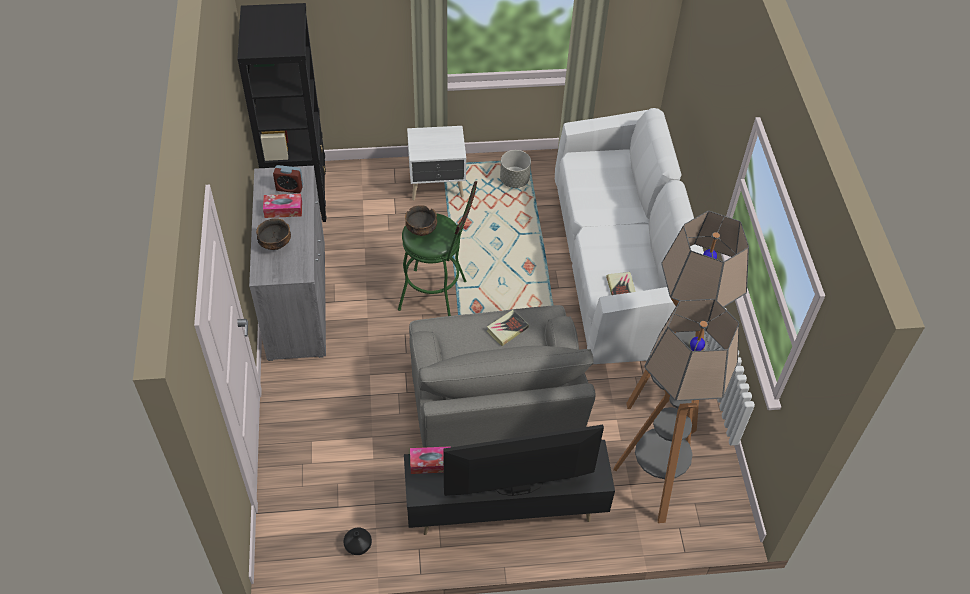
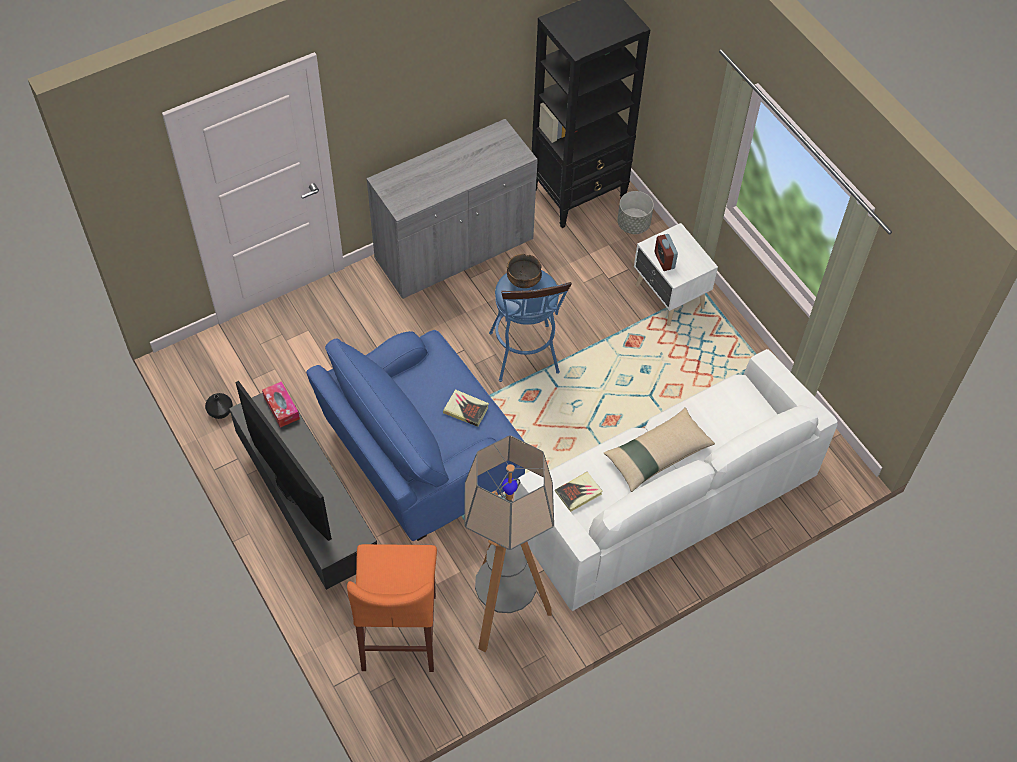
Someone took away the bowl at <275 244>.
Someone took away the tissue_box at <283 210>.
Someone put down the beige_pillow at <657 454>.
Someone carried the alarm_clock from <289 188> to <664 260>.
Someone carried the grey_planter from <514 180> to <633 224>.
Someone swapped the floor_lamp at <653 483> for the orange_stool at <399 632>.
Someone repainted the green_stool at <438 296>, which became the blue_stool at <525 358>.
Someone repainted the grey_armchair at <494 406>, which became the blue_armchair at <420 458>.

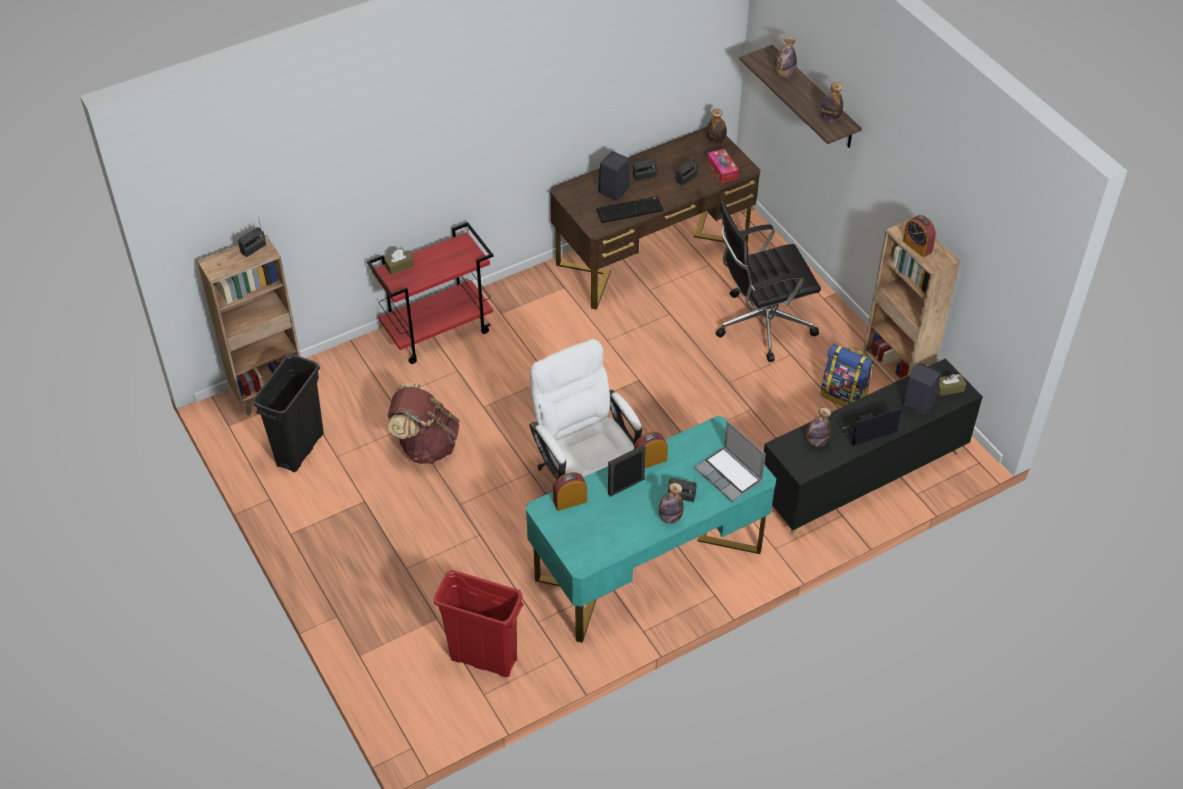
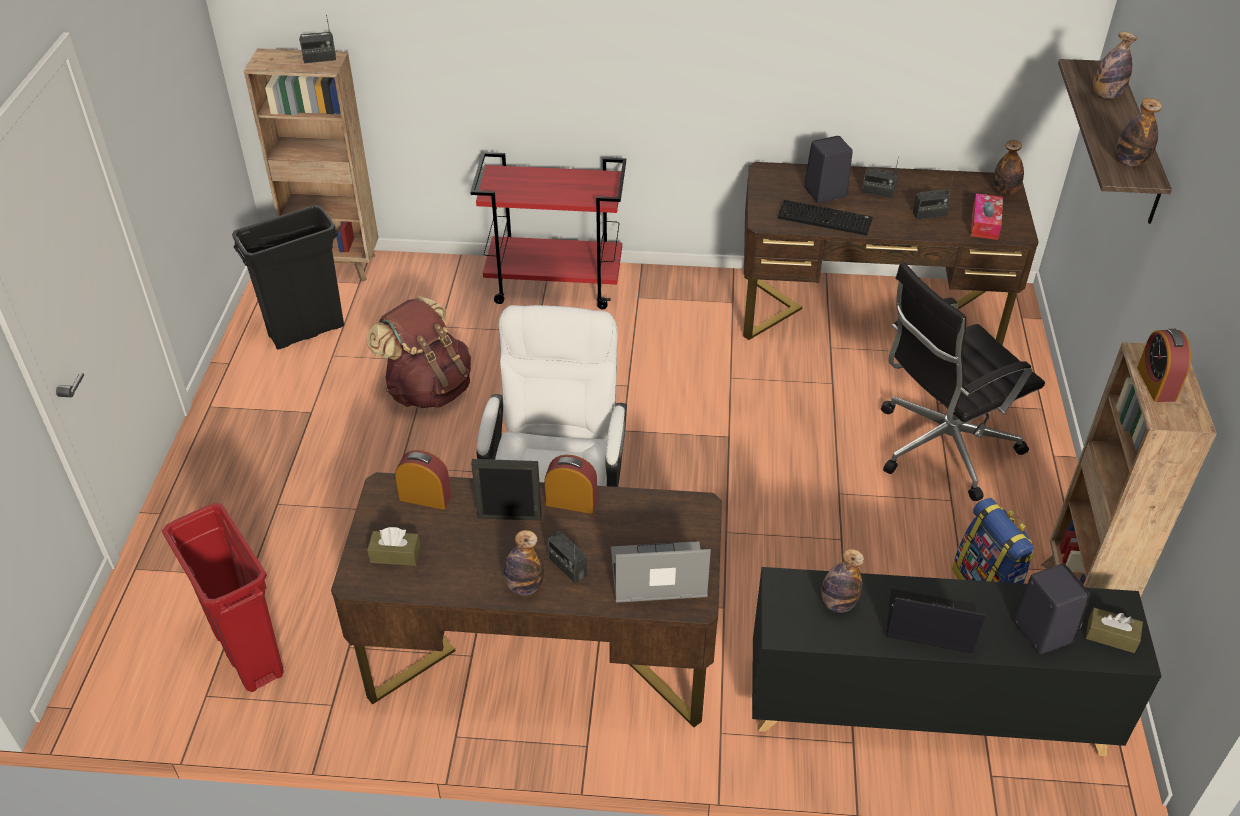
Someone carried the brown_tissue_box from <399 266> to <395 555>.
Someone repainted the turquoise_desk at <648 564>, which became the brown_desk at <541 656>.
Someone rotated the laptop at <729 475> by 90 degrees clockwise.
Someone rotated the black_office_chair at <761 324> by 45 degrees counterclockwise.

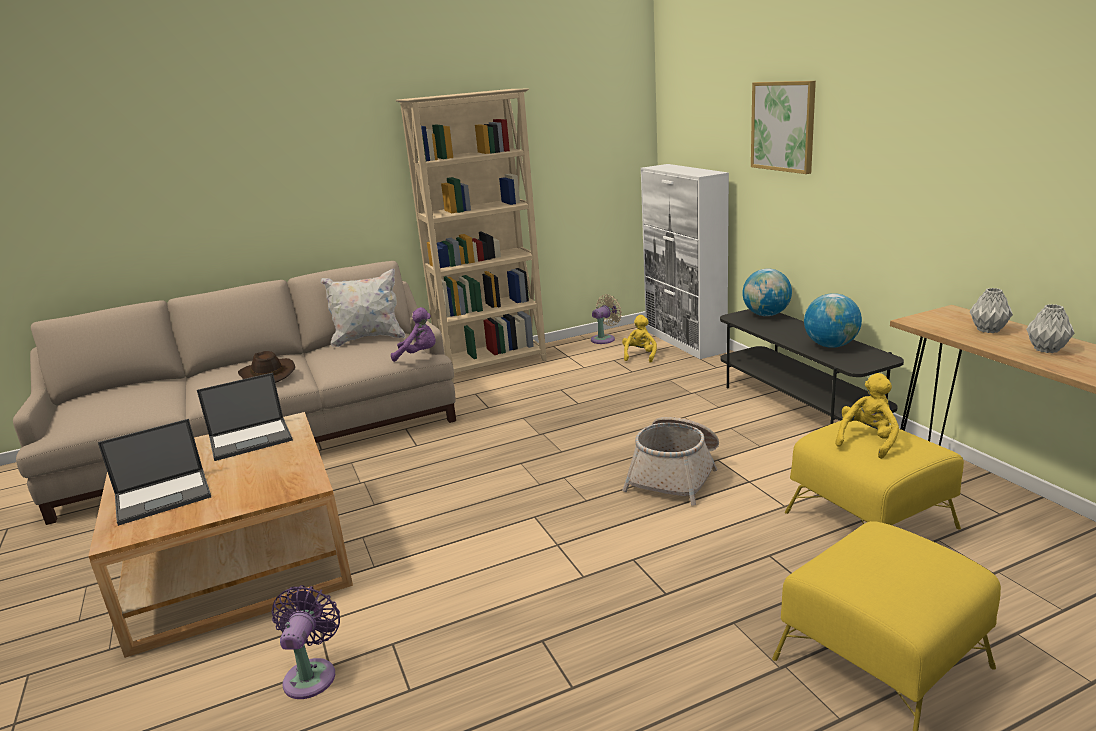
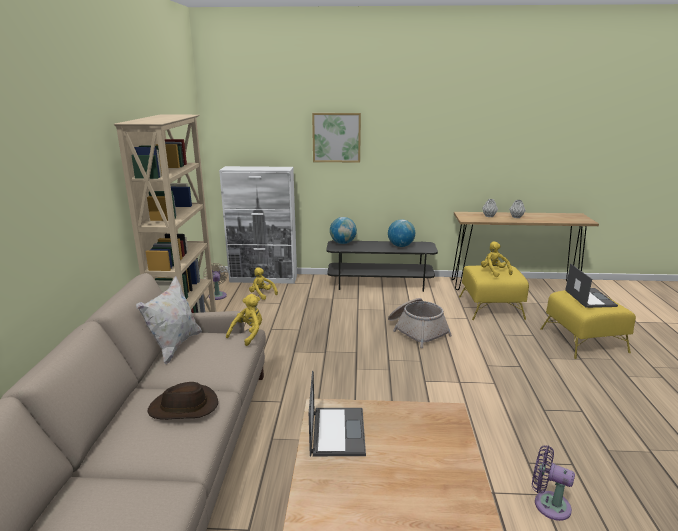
Someone carried the laptop from <164 496> to <589 298>.
Someone repainted the purple_plush_toy at <418 355>, which became the yellow_plush_toy at <248 334>.

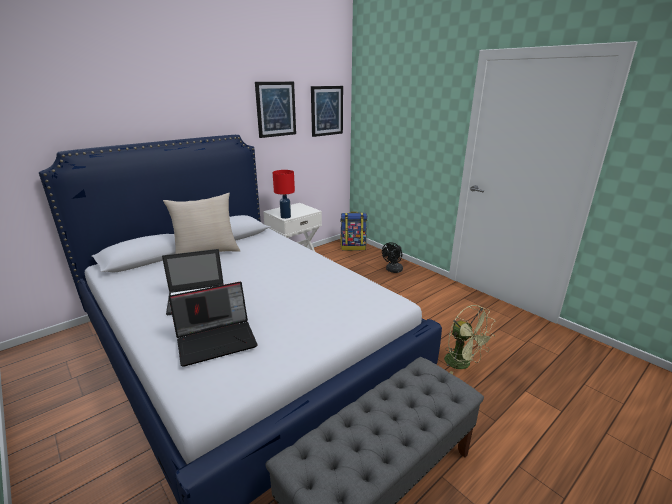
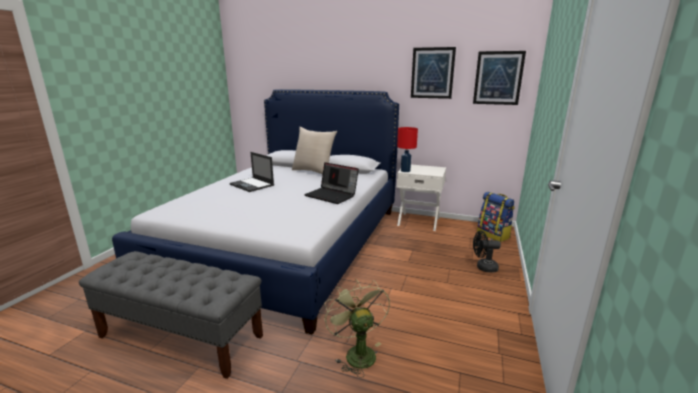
Someone carried the laptop from <217 339> to <332 195>.
Someone rotated the green_fan at <462 364> by 135 degrees clockwise.

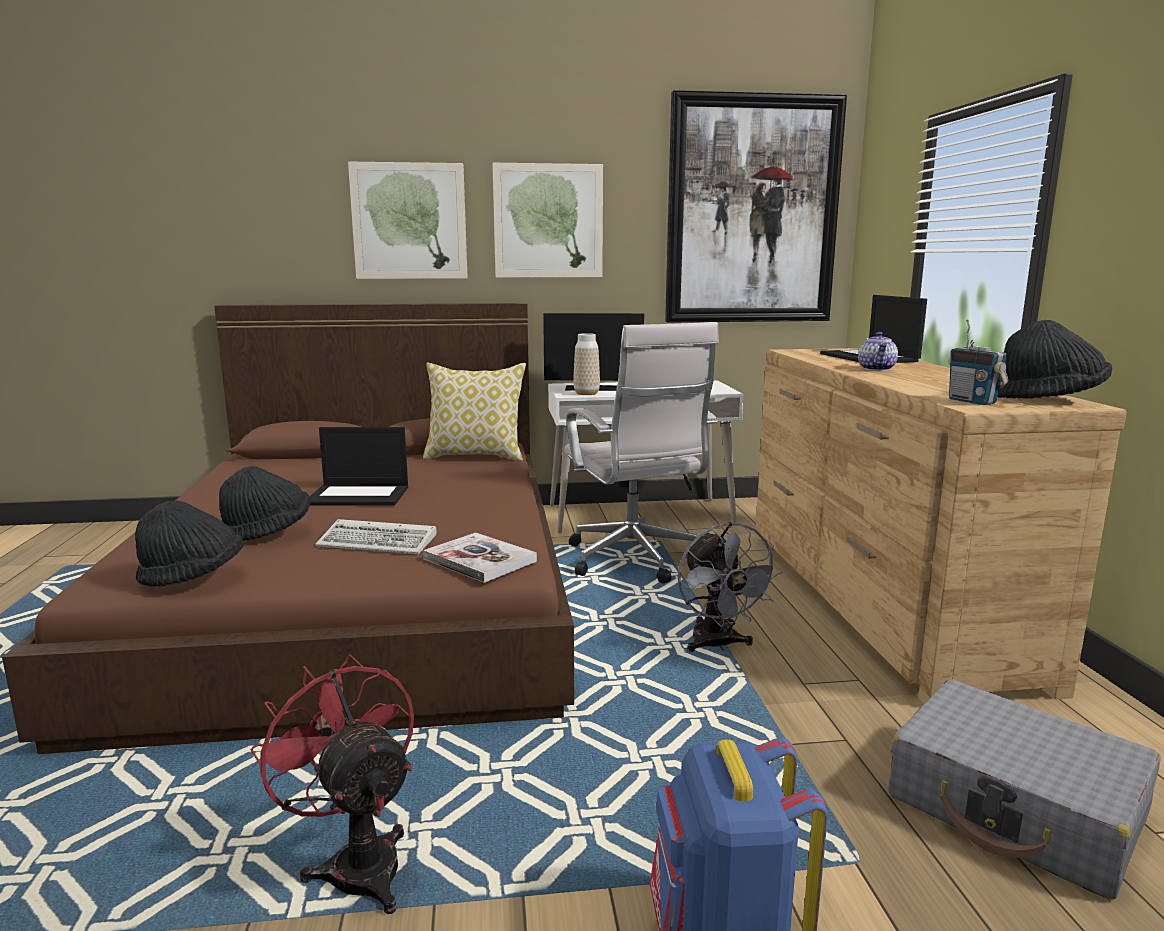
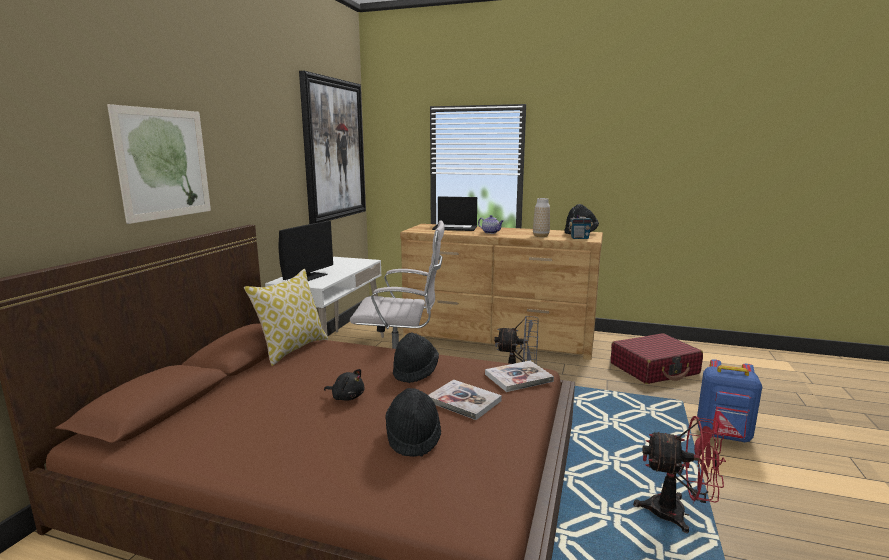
Someone took away the picture at <548 221>.
Someone carried the black_hat from <193 577> to <415 371>.
Someone carried the vase from <586 393> to <541 236>.
Someone swapped the laptop at <359 495> for the black_plush_toy at <346 397>.
Someone swapped the keyboard at <380 542> for the book at <464 401>.
Someone repainted the grey_suitcase at <1015 808>, which became the red_suitcase at <654 369>.
Someone rotated the red_fan at <357 862> by 150 degrees counterclockwise.

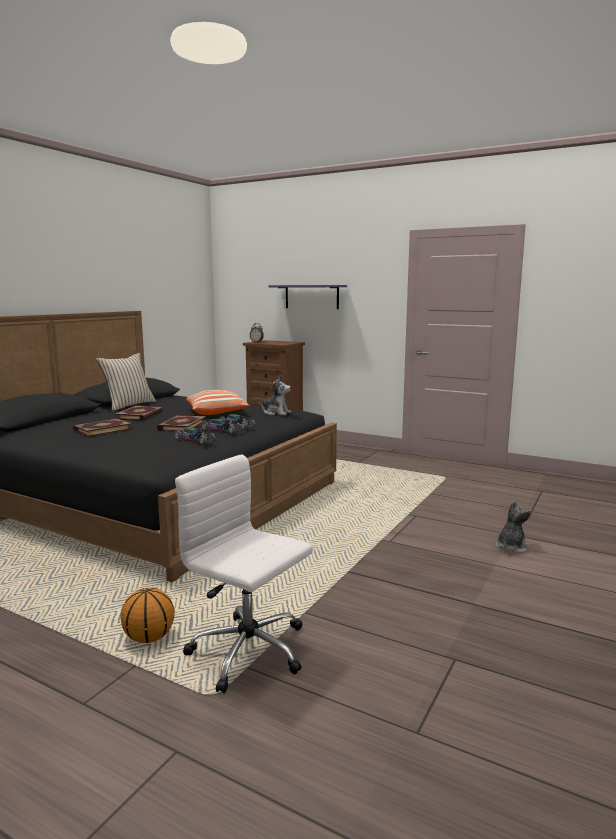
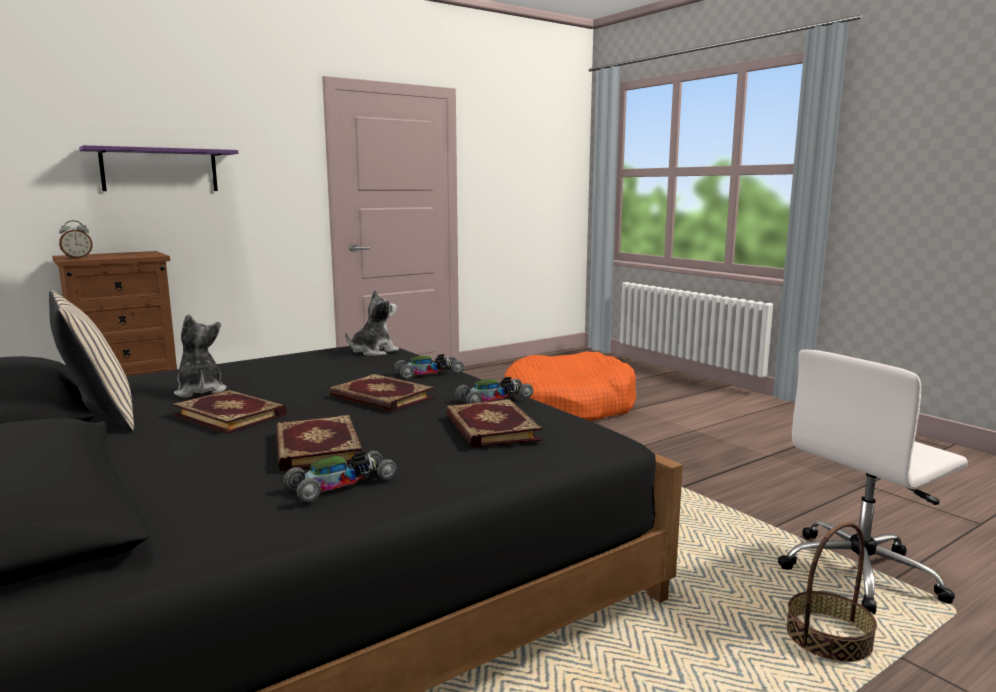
Someone took away the pillow at <217 412>.
Someone put down the book at <489 428>.
Someone put down the orange_dog_bed at <567 406>.
Someone carried the toy_car from <221 430> to <342 484>.
Someone carried the plush_toy from <511 547> to <200 391>.
Someone swapped the basketball at <148 638> for the basket at <828 638>.

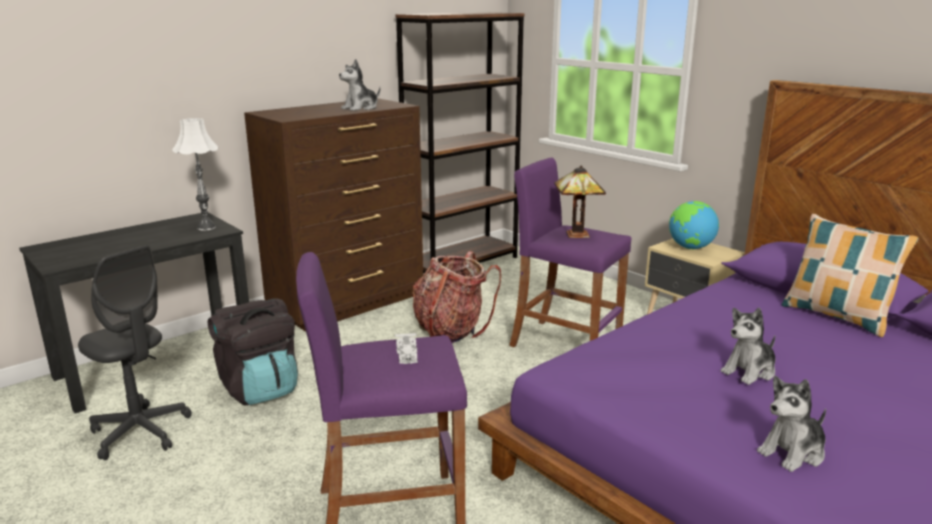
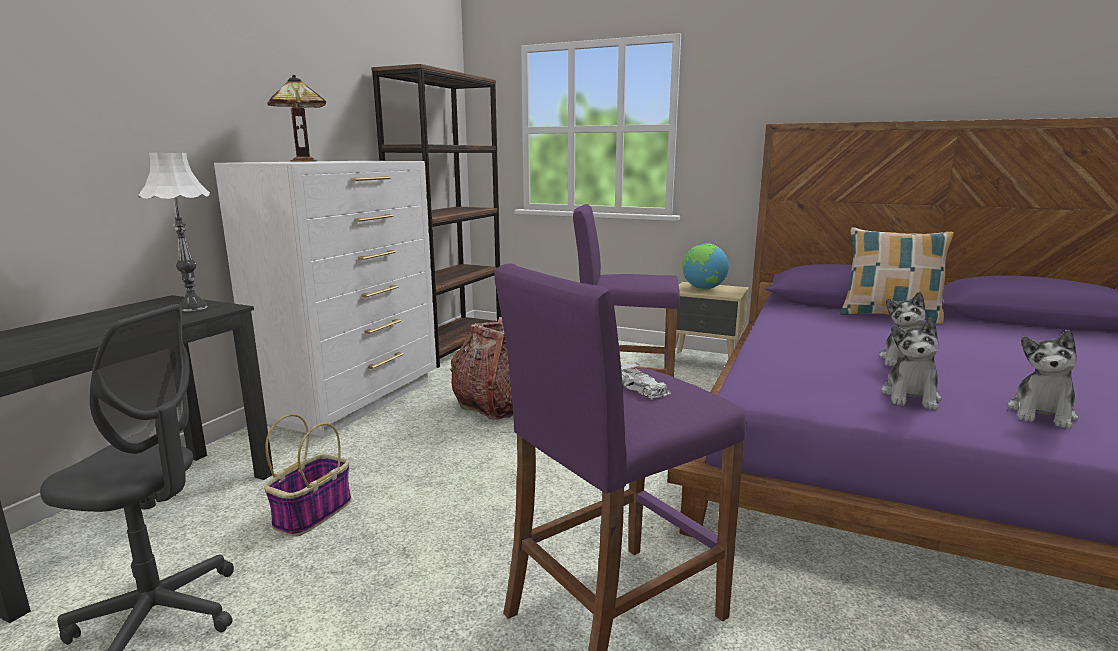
Someone carried the plush_toy from <361 108> to <910 397>.
Someone carried the table_lamp from <576 235> to <301 161>.
Someone swapped the black_backpack at <260 388> for the basket at <313 513>.
Someone repainted the brown_dresser at <348 303>, which became the white_dresser at <355 400>.

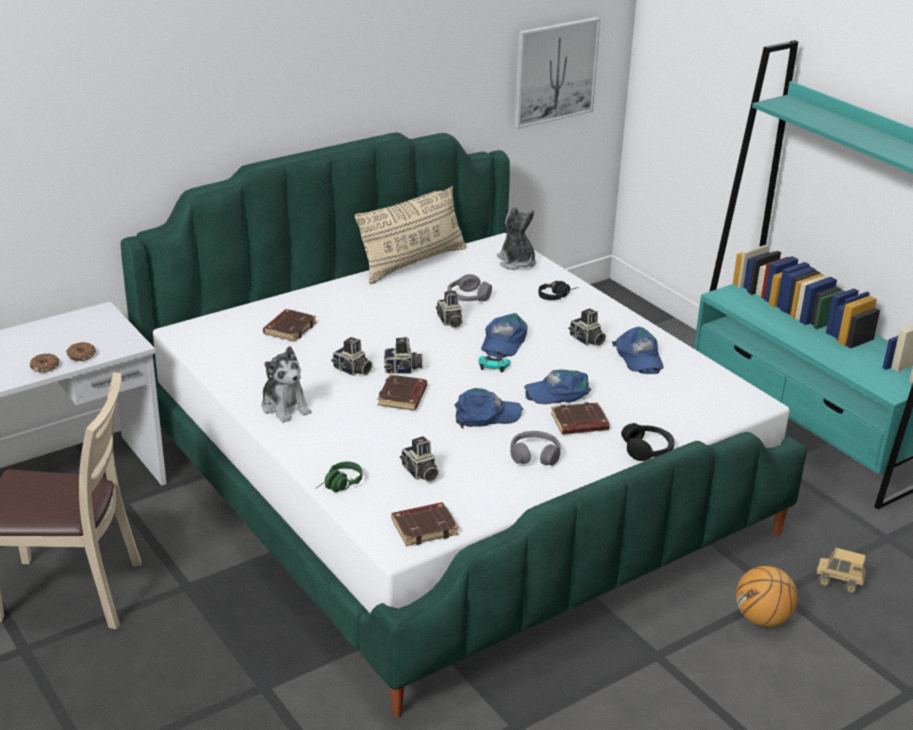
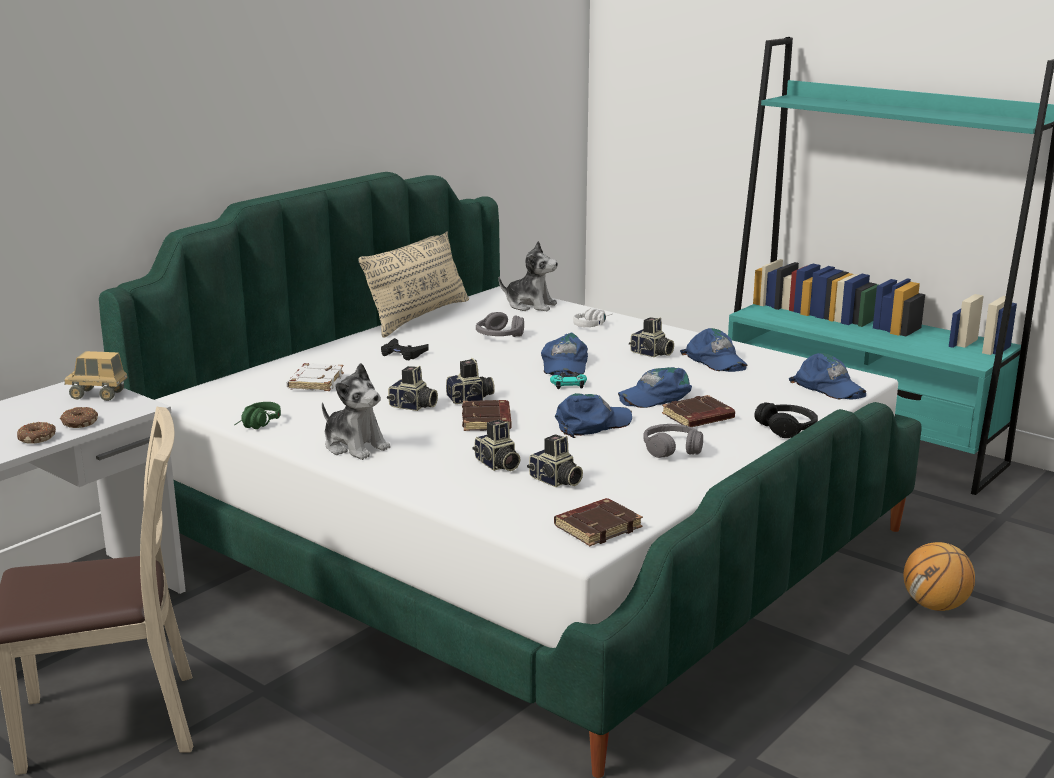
Someone took away the picture at <554 71>.
Someone put down the black_game_controller at <403 353>.
Someone put down the blue_cap at <828 387>.
Someone carried the green_headphones from <339 486> to <257 425>.
Someone carried the photo_camera from <449 321> to <497 465>.
Someone carried the toy_truck from <838 583> to <98 395>.
Someone repainted the brown_book at <289 328>, which became the white_book at <315 382>.
Someone repainted the black_headphones at <557 296>, which became the white_headphones at <593 325>.
Someone rotated the plush_toy at <516 262> by 150 degrees clockwise.

